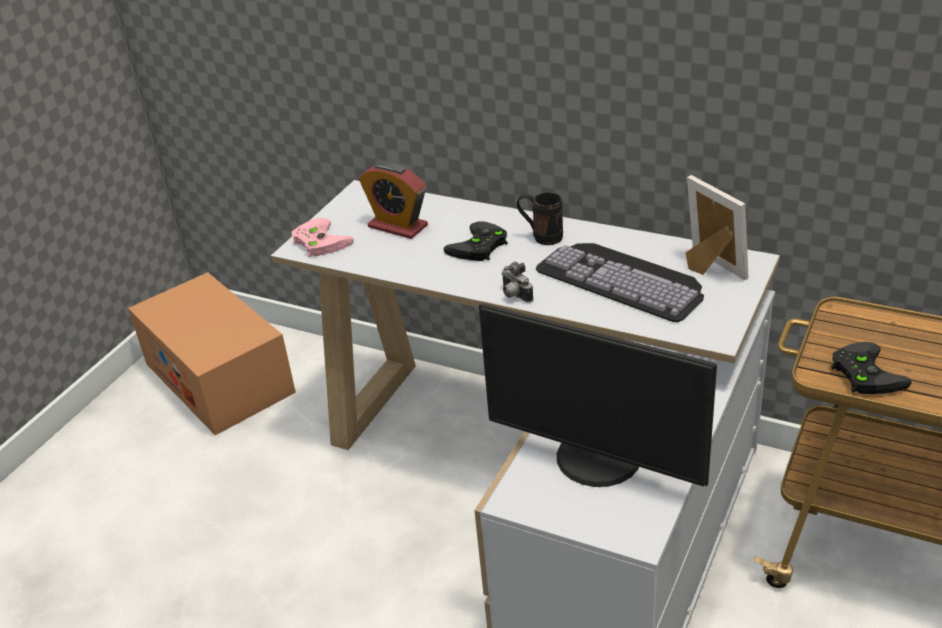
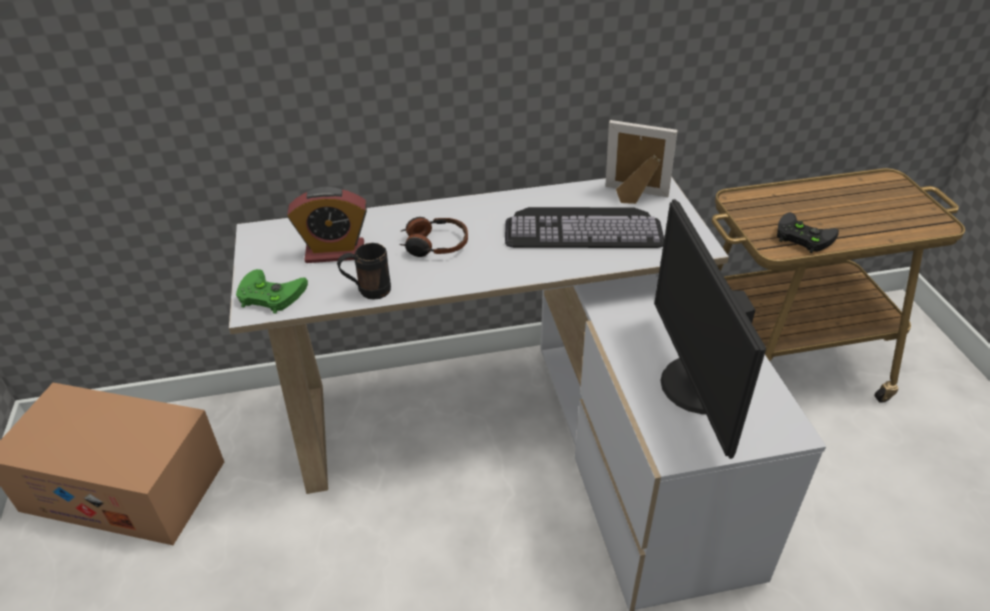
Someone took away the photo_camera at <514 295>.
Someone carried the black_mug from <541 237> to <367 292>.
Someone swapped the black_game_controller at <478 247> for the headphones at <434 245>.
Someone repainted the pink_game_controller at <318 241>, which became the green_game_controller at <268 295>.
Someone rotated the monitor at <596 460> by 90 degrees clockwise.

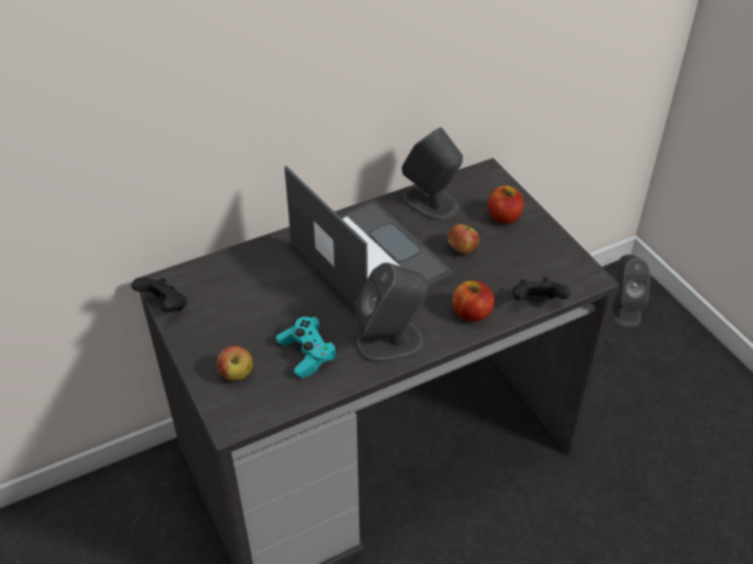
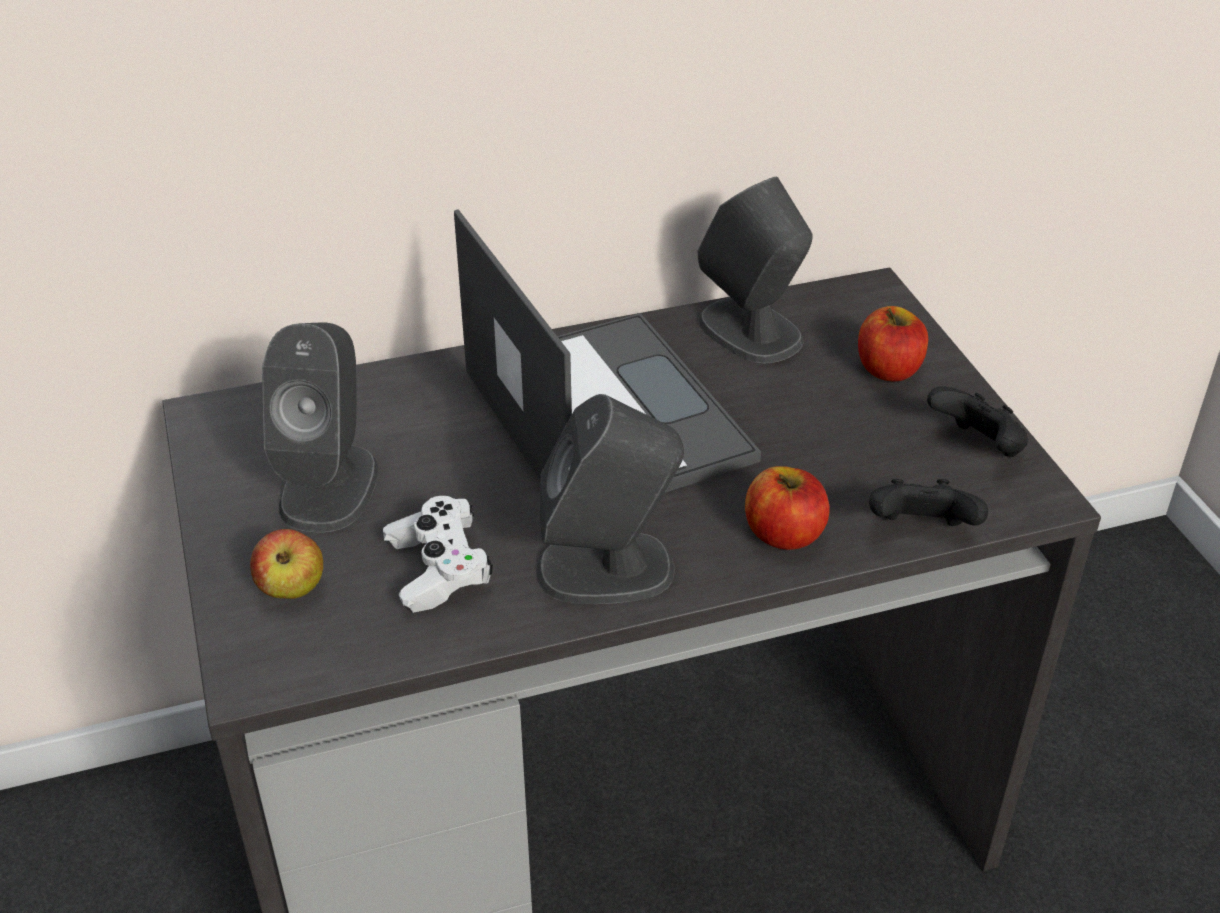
Someone took away the apple at <462 249>.
Someone carried the black_game_controller from <165 306> to <977 448>.
Someone carried the grey_speaker from <623 309> to <329 486>.
Someone repainted the turquoise_game_controller at <307 354>, which became the white_game_controller at <438 569>.

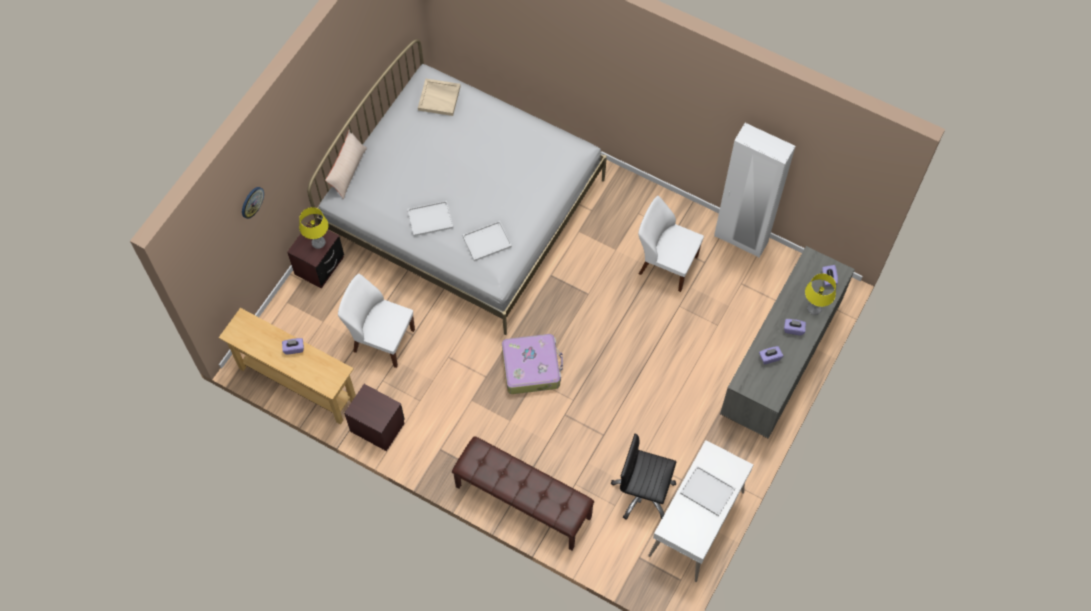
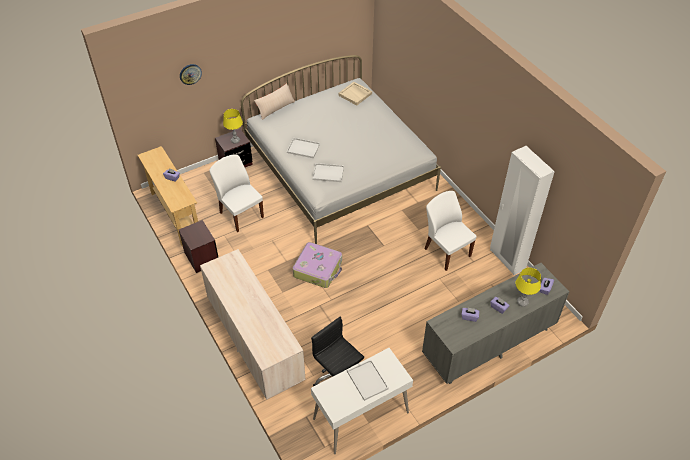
Someone swapped the brown_bench at <522 502> for the beige_dresser at <255 342>.

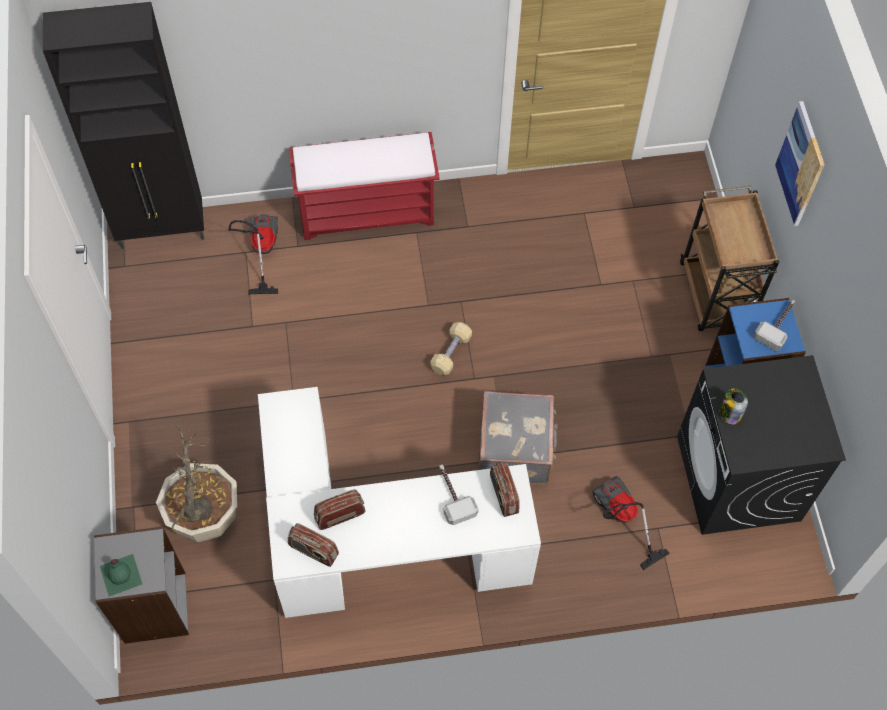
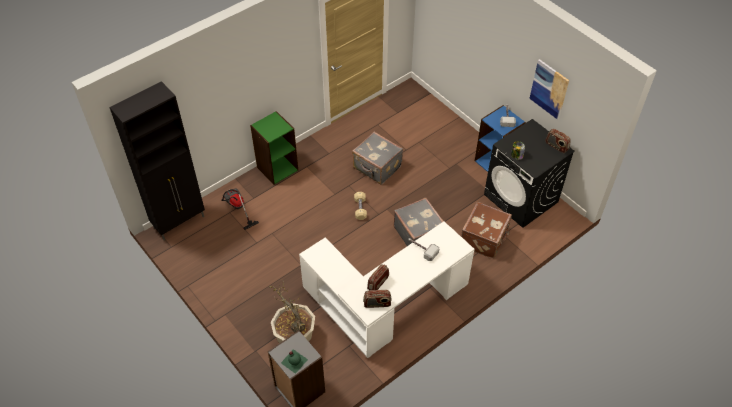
Someone took away the brown_cart at <715 296>.
Someone put down the grey_suitcase at <377 168>.
Someone carried the radio from <503 495> to <556 146>.
Someone carried the picture from <800 164> to <549 89>.
Someone swapped the red_bench at <368 212> for the green_bookcase at <277 168>.
Someone swapped the vacuum_cleaner at <620 519> for the brown_suitcase at <484 239>.

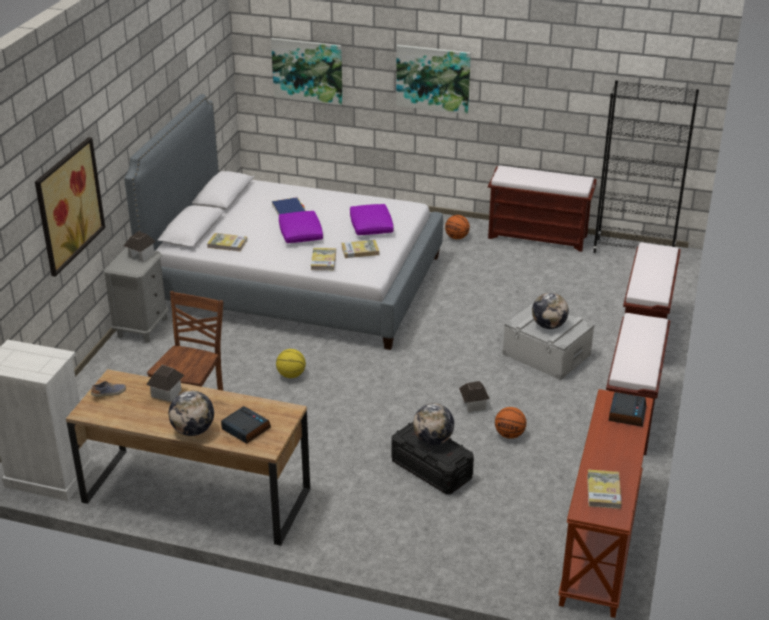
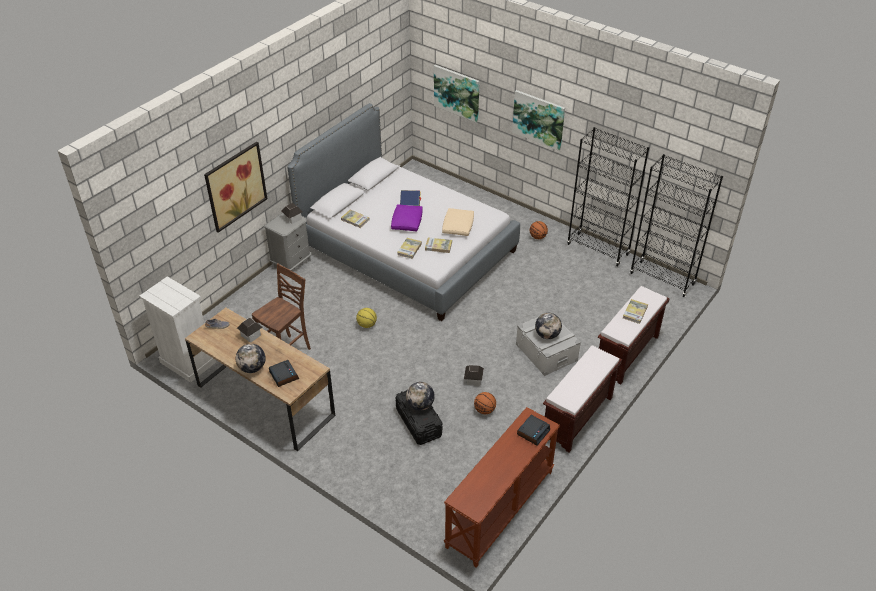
Someone carried the book from <603 491> to <635 312>.
Someone swapped the brown_bench at <538 236> for the black_bookcase at <598 249>.
Someone repainted the purple_pillow at <371 226>, which became the beige_pillow at <458 226>.

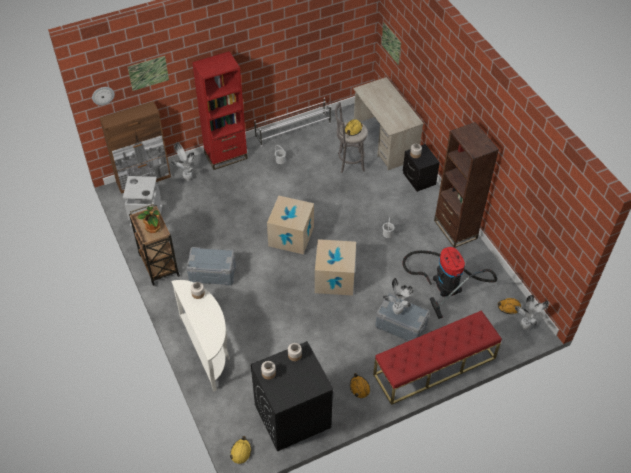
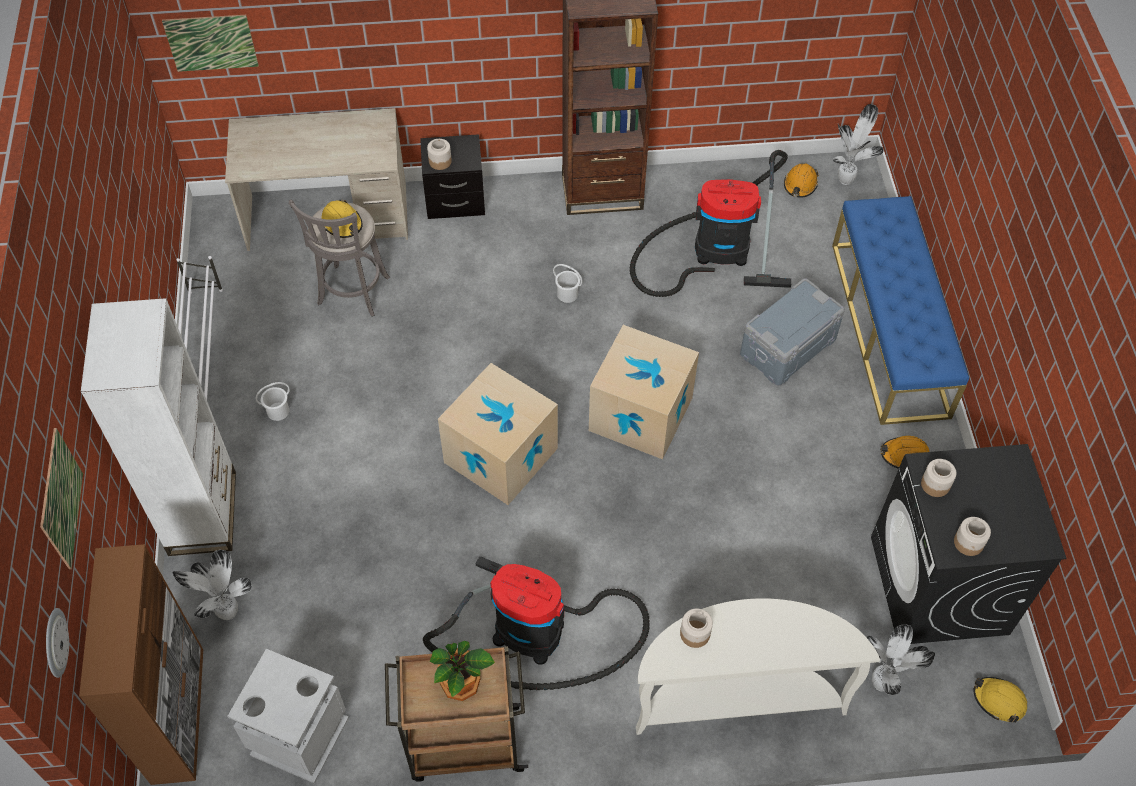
Someone carried the potted_plant from <397 312> to <883 685>.
Someone swapped the grey_storage_box at <212 273> for the vacuum_cleaner at <537 634>.
Someone repainted the red_bookcase at <226 156>, which became the white_bookcase at <203 513>.
Someone repainted the red_bench at <434 366>, which became the blue_bench at <889 329>.

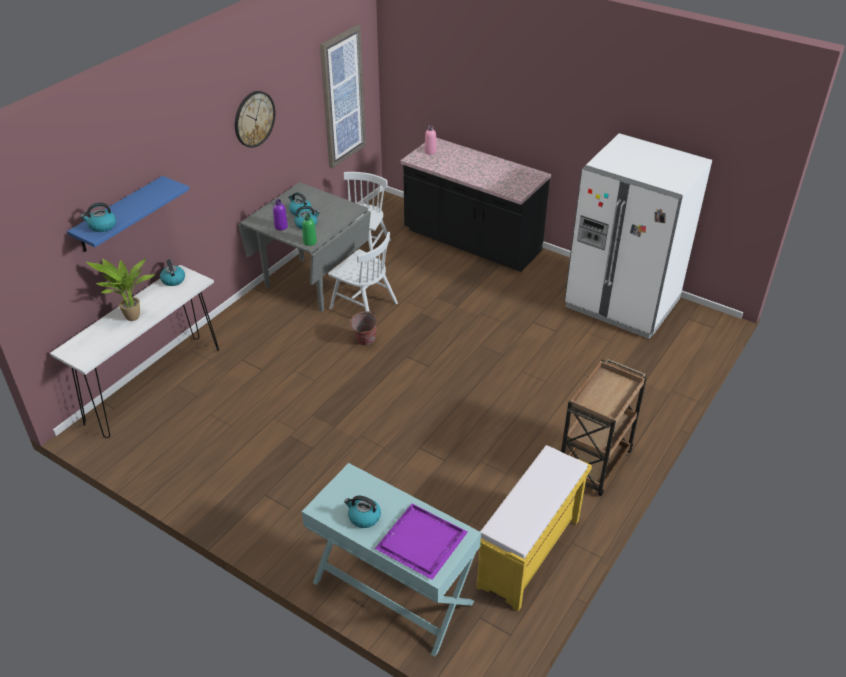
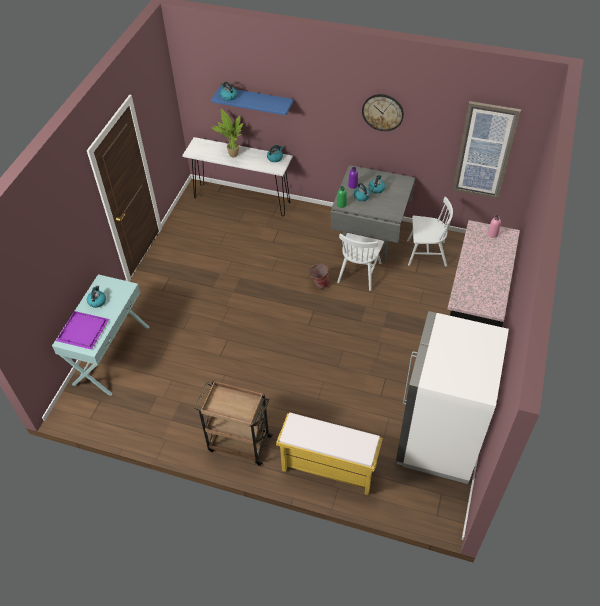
Someone carried the yellow_bench from <529 554> to <328 468>.

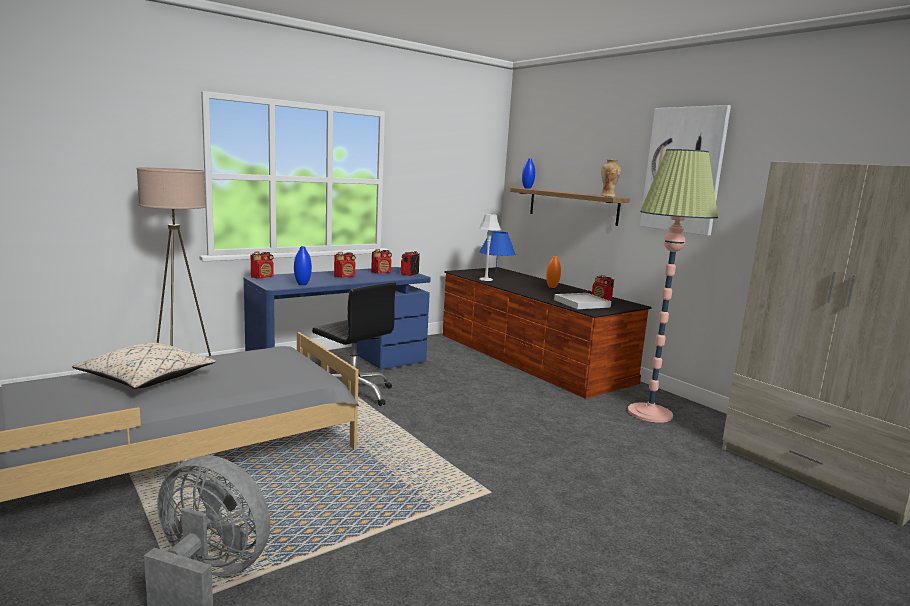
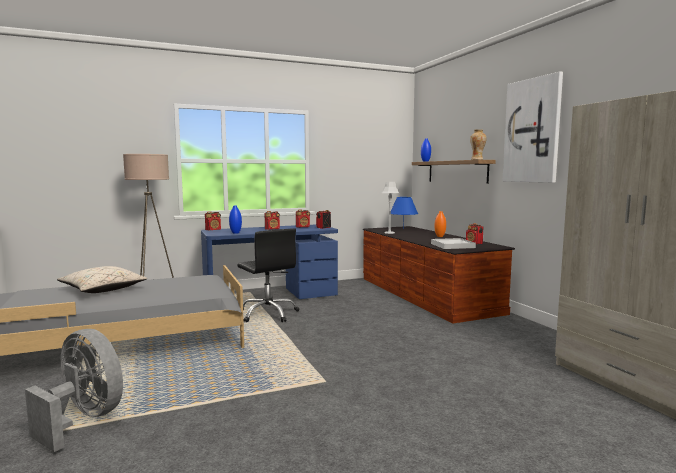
Someone took away the floor_lamp at <650 413>.

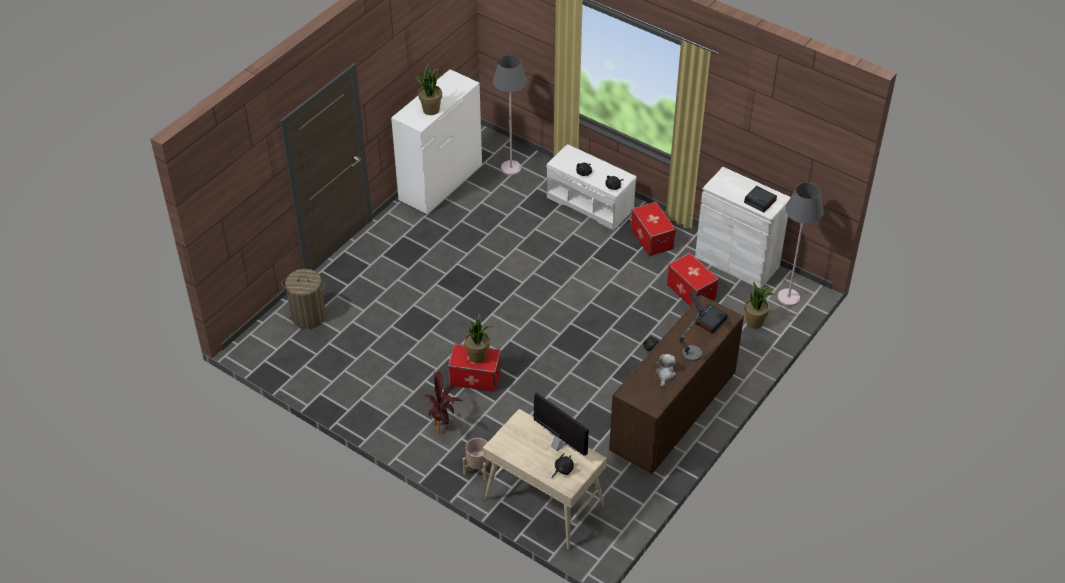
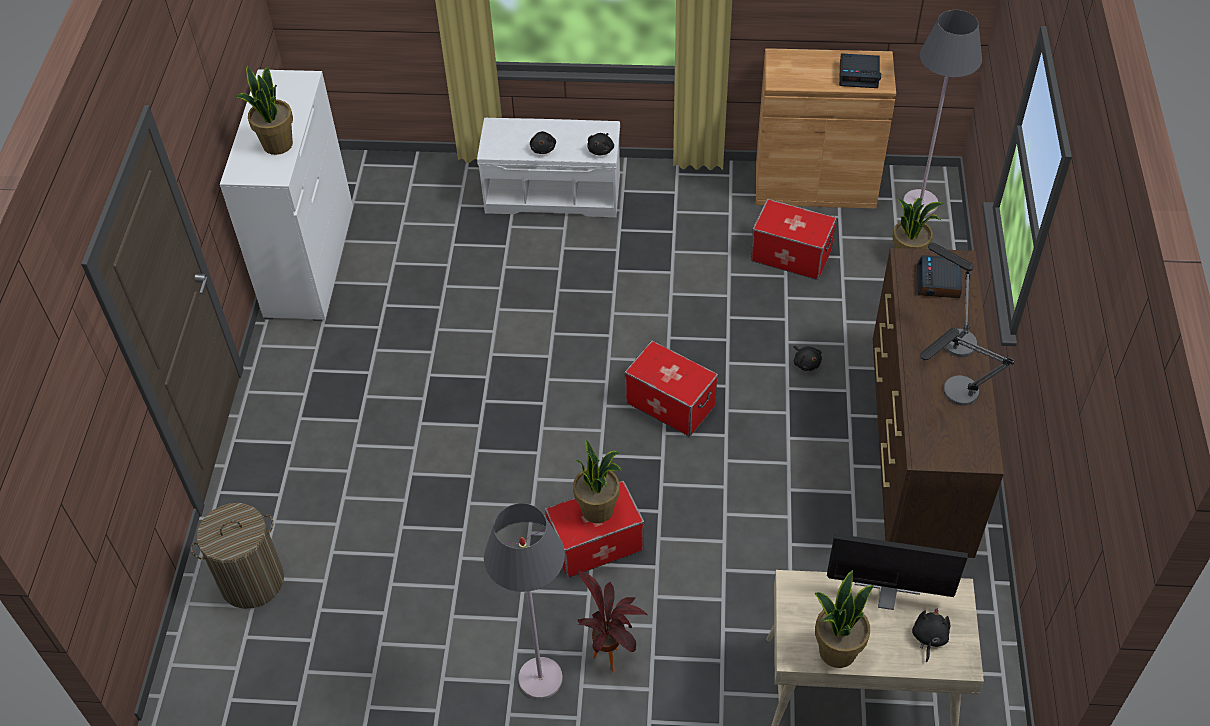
Someone took away the beige_planter at <478 468>.
Someone put down the potted_plant at <837 650>.
Someone carried the grey_floor_lamp from <510 168> to <540 679>.
Someone carried the storage_box from <652 239> to <671 403>.
Someone swapped the plush_toy at <665 374> for the table_lamp at <952 396>.
Someone repainted the white_cabinet at <737 262>, which became the brown_cabinet at <815 185>.

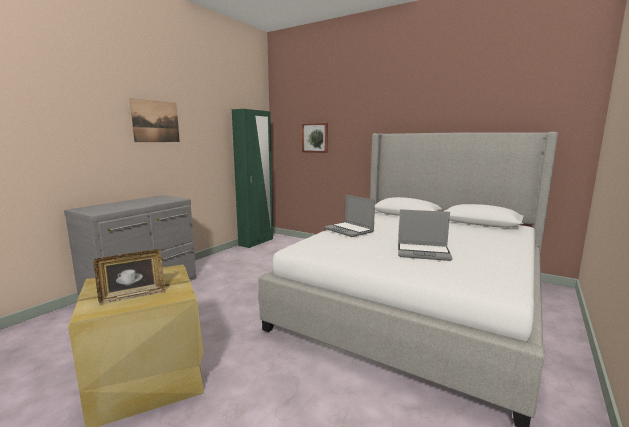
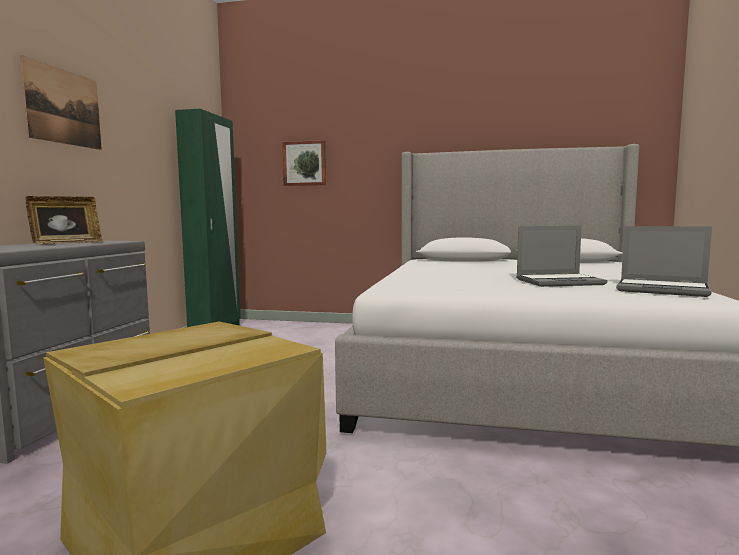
Someone carried the picture_frame from <133 296> to <66 243>.
Someone carried the laptop from <349 230> to <663 290>.

